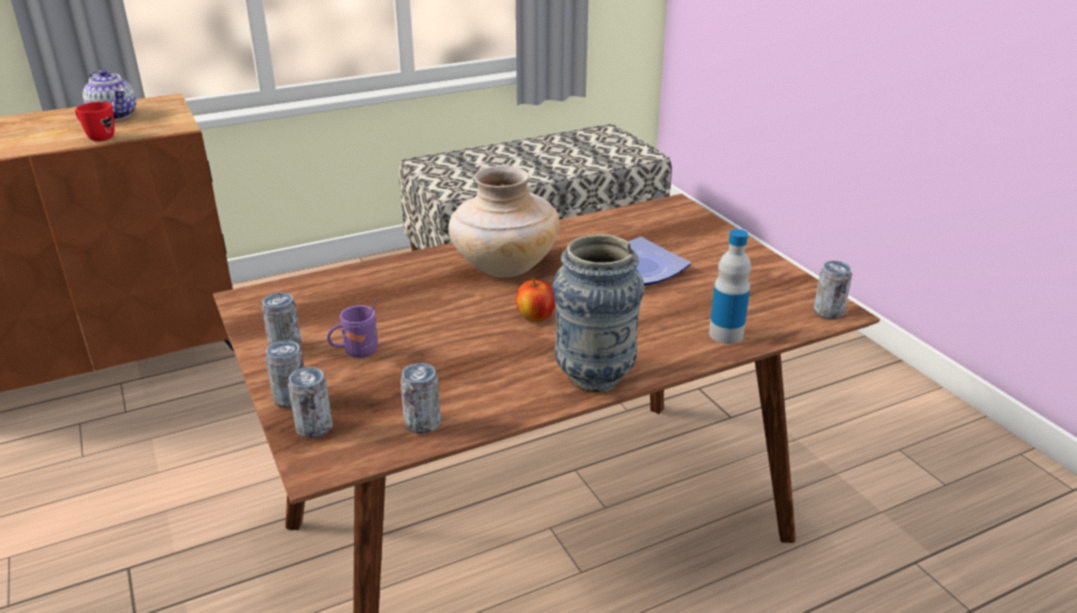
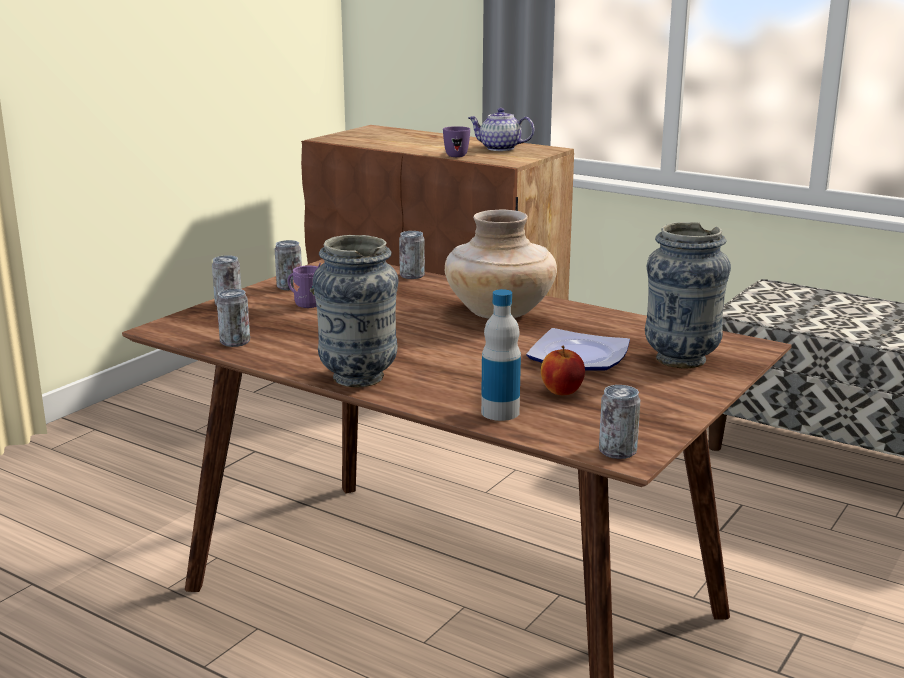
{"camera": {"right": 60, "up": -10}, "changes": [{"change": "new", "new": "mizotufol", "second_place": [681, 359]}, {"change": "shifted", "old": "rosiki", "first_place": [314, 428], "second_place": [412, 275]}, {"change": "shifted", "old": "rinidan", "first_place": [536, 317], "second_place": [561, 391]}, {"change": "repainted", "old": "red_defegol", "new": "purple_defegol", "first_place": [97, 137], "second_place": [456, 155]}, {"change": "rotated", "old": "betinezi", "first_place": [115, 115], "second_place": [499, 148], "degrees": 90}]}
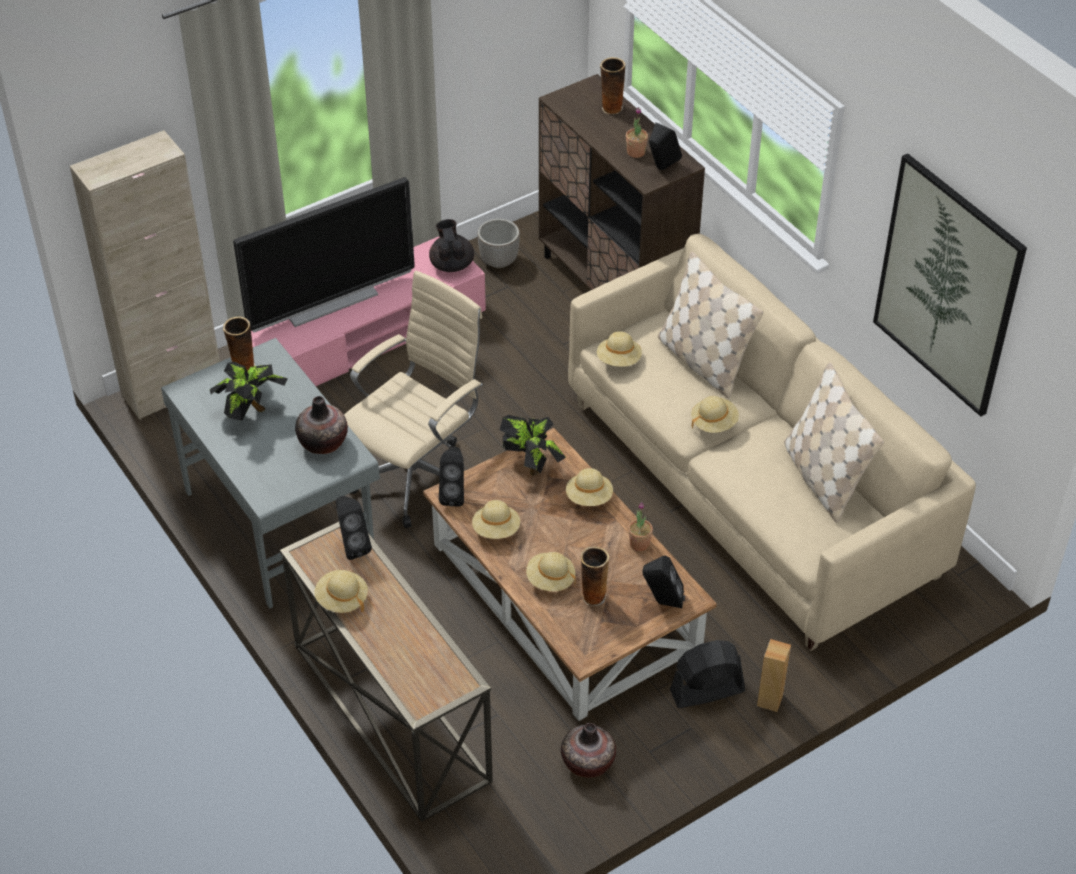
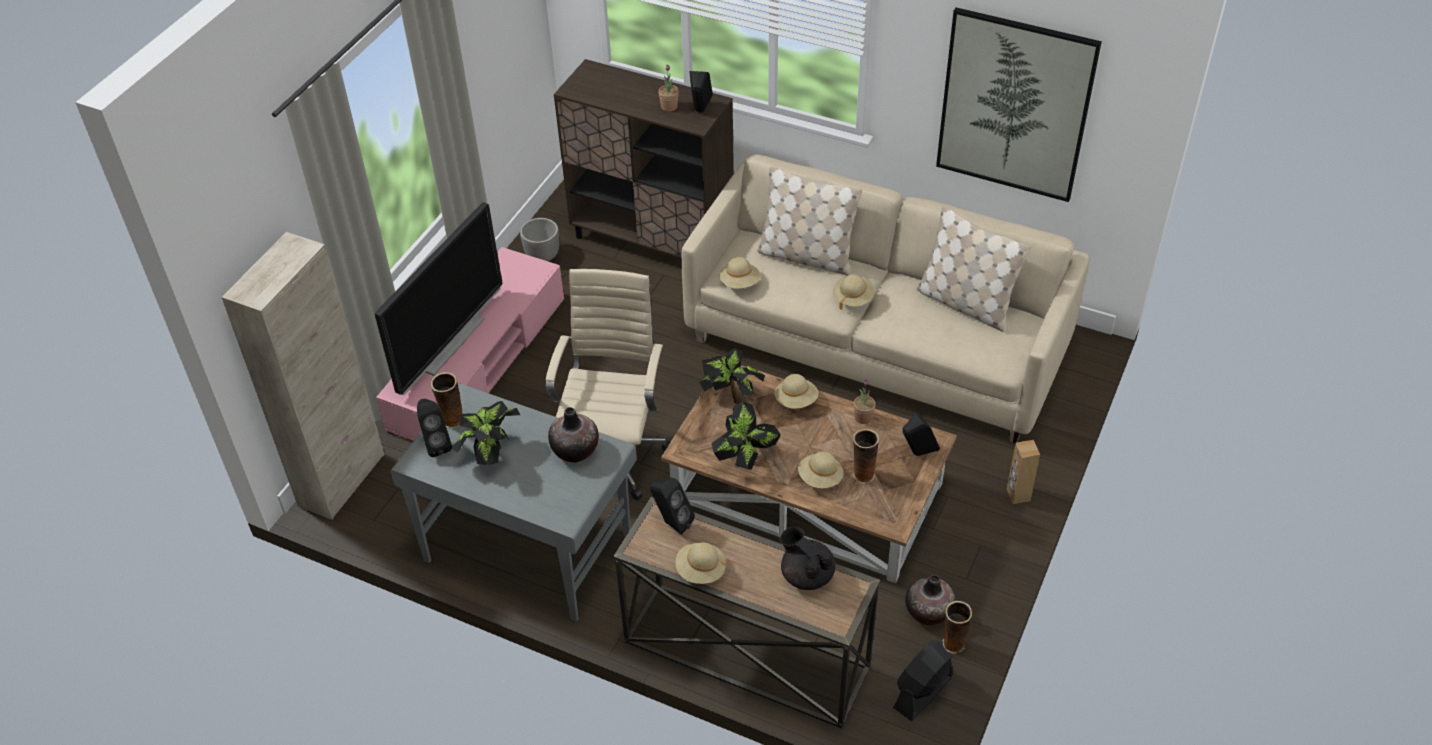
{"camera": {"right": -30, "up": 0}, "changes": [{"change": "shifted", "old": "black_betinezi", "first_place": [451, 264], "second_place": [806, 575]}, {"change": "shifted", "old": "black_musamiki", "first_place": [454, 495], "second_place": [436, 444]}, {"change": "shifted", "old": "mizotufol", "first_place": [611, 108], "second_place": [953, 644]}, {"change": "shifted", "old": "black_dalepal", "first_place": [706, 691], "second_place": [922, 692]}, {"change": "swapped", "old": "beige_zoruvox", "new": "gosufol", "first_place": [496, 530], "second_place": [745, 459]}]}
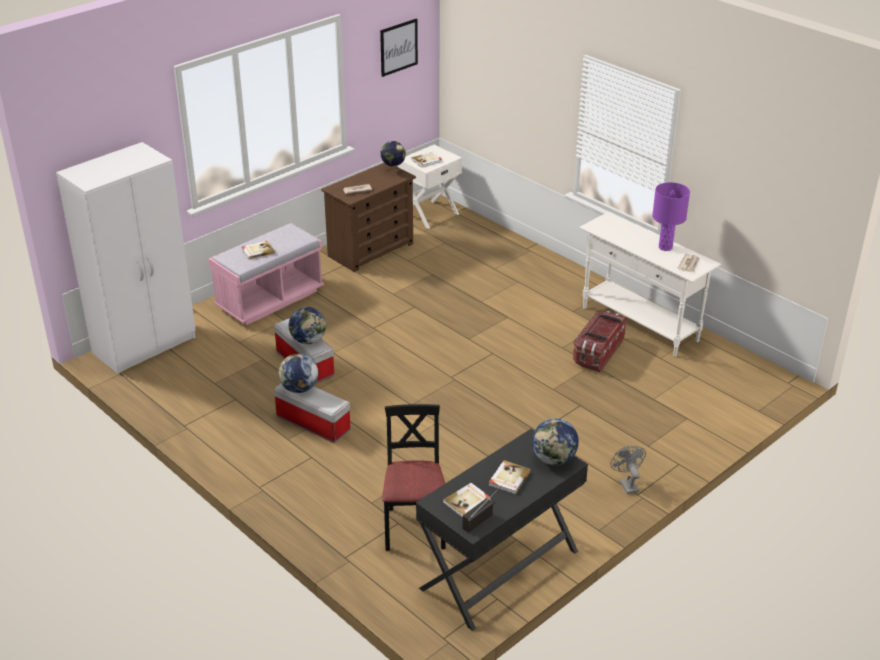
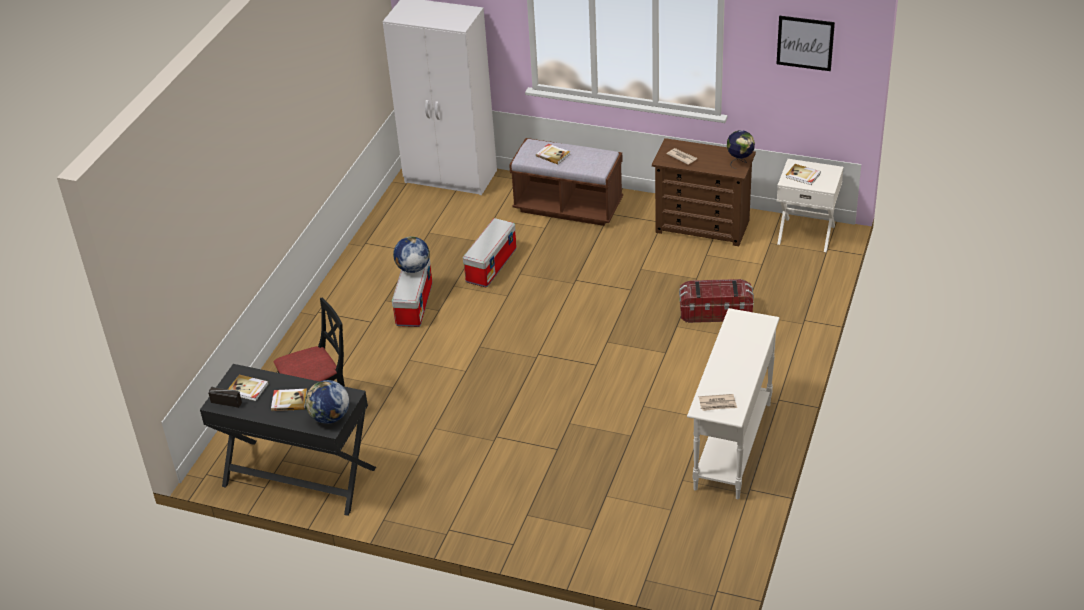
{"camera": {"right": 65, "up": 5}, "changes": [{"change": "gone", "old": "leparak", "first_place": [308, 340]}, {"change": "gone", "old": "grey_dalepal", "first_place": [626, 484]}, {"change": "gone", "old": "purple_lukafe", "first_place": [665, 247]}, {"change": "shifted", "old": "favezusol", "first_place": [598, 352], "second_place": [715, 312]}, {"change": "repainted", "old": "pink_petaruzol", "new": "brown_petaruzol", "first_place": [270, 300], "second_place": [568, 207]}]}
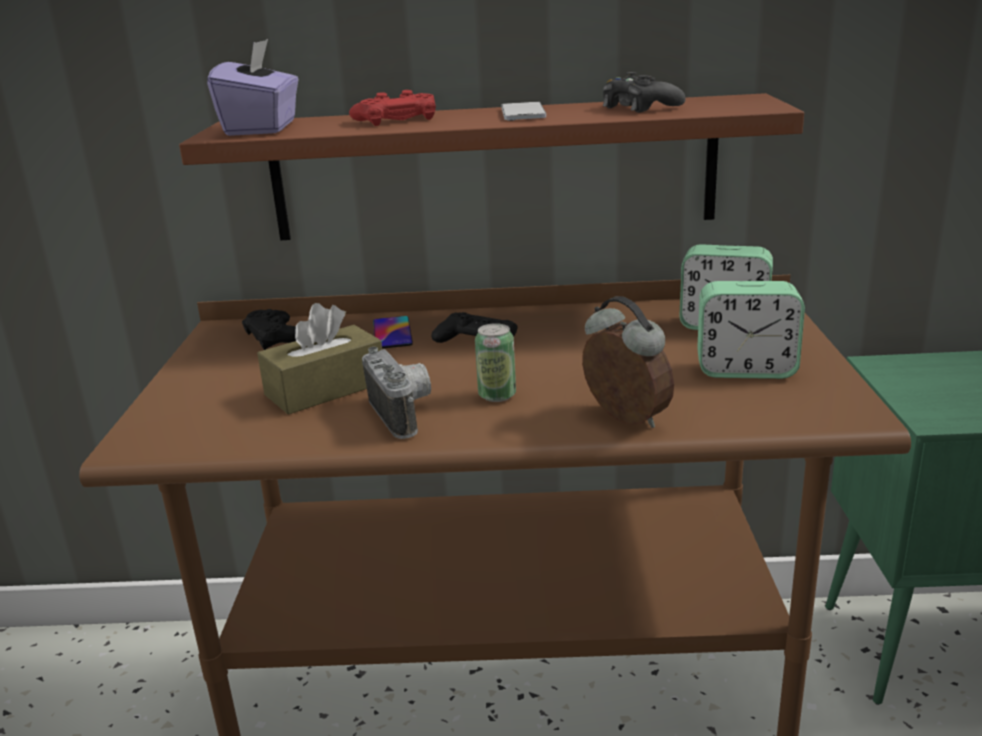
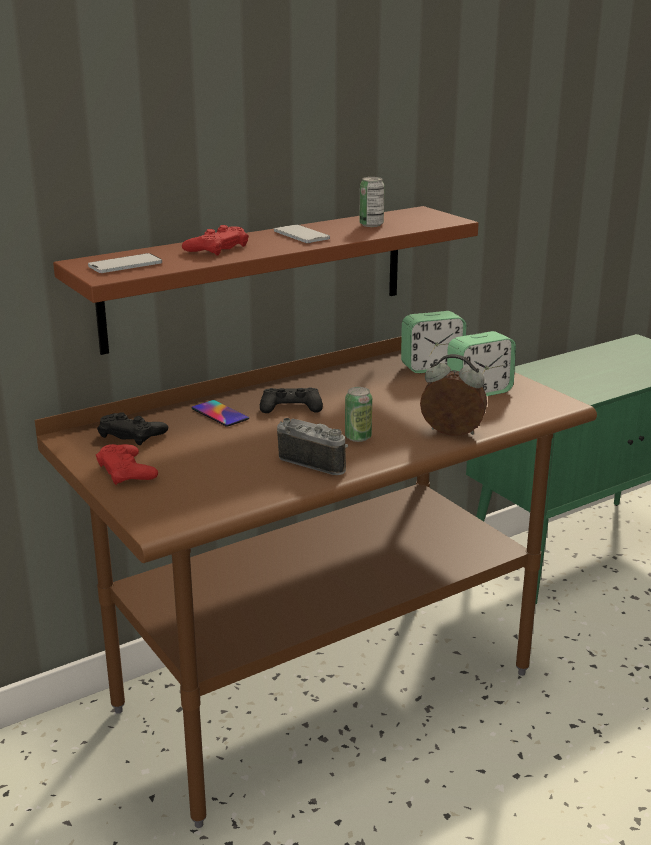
{"camera": {"right": -35, "up": 0}, "changes": [{"change": "gone", "old": "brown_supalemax", "first_place": [325, 389]}, {"change": "new", "new": "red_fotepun", "second_place": [126, 471]}, {"change": "swapped", "old": "purple_supalemax", "new": "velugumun", "first_place": [263, 128], "second_place": [125, 265]}, {"change": "swapped", "old": "black_fotepun", "new": "rosiki", "first_place": [639, 107], "second_place": [371, 225]}]}
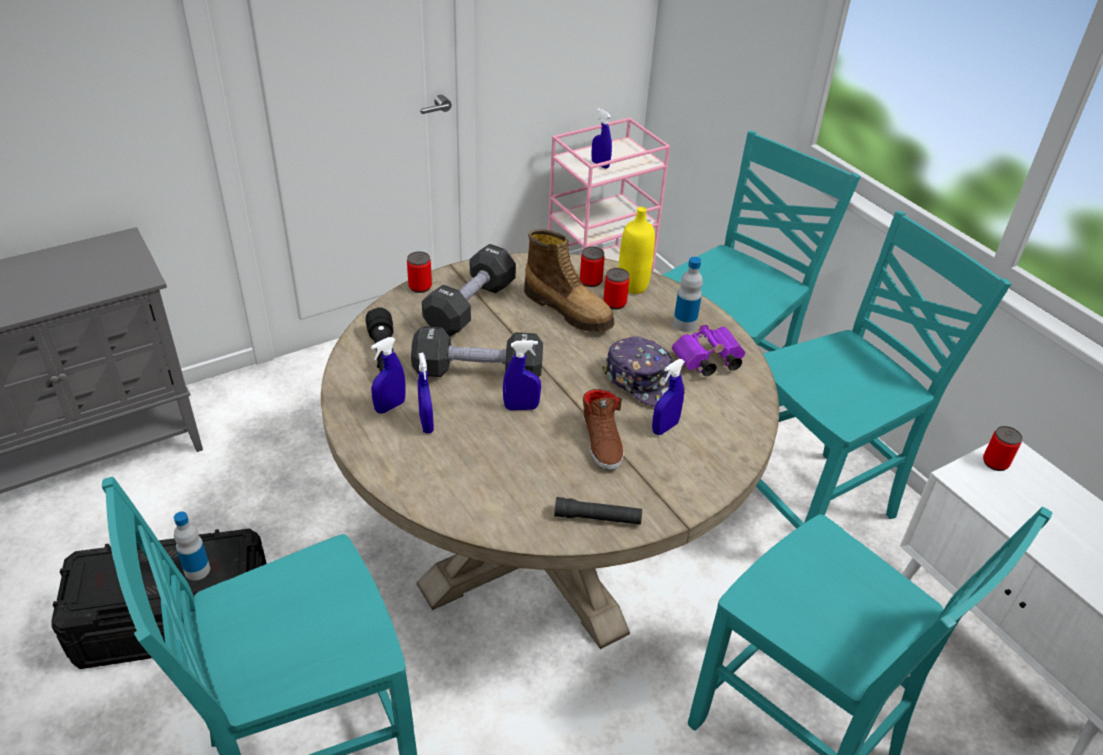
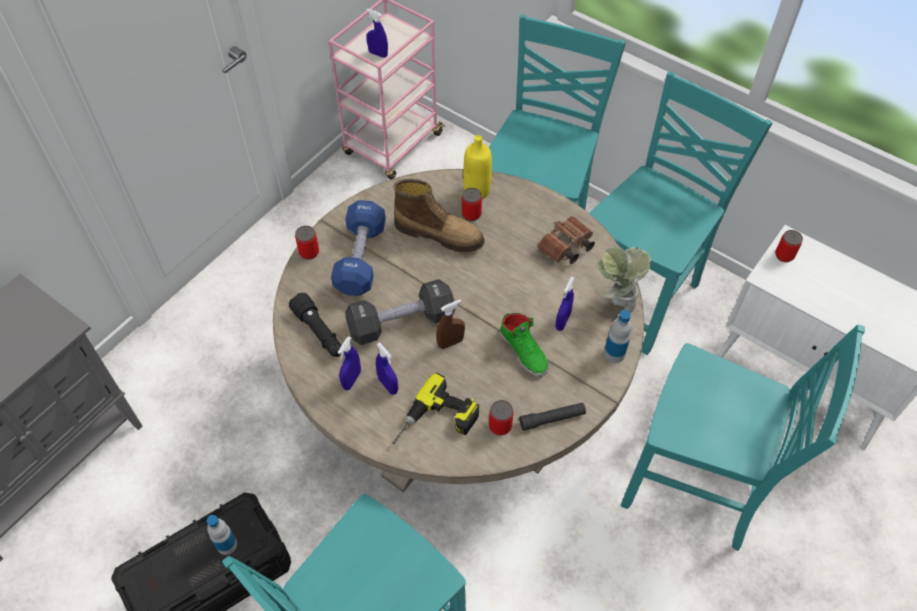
{"camera": {"right": -20, "up": 15}, "changes": [{"change": "gone", "old": "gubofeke", "first_place": [643, 381]}, {"change": "new", "new": "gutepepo", "second_place": [436, 424]}, {"change": "new", "new": "gosufol", "second_place": [616, 302]}, {"change": "shifted", "old": "rosiki", "first_place": [590, 281], "second_place": [500, 426]}, {"change": "shifted", "old": "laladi", "first_place": [684, 324], "second_place": [614, 353]}, {"change": "repainted", "old": "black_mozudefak", "new": "blue_mozudefak", "first_place": [470, 306], "second_place": [360, 258]}, {"change": "repainted", "old": "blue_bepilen", "new": "brown_bepilen", "first_place": [521, 407], "second_place": [450, 342]}, {"change": "repainted", "old": "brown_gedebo", "new": "green_gedebo", "first_place": [602, 441], "second_place": [524, 351]}, {"change": "repainted", "old": "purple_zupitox", "new": "brown_zupitox", "first_place": [706, 362], "second_place": [565, 248]}]}
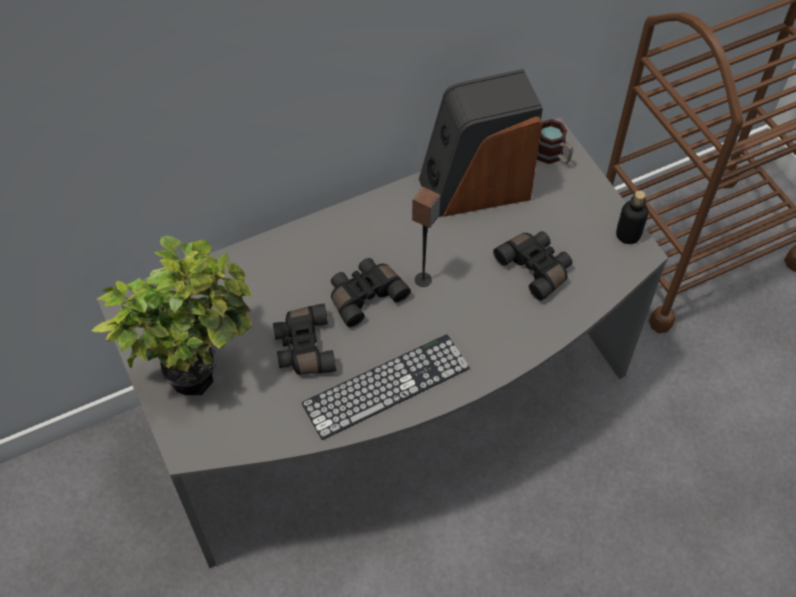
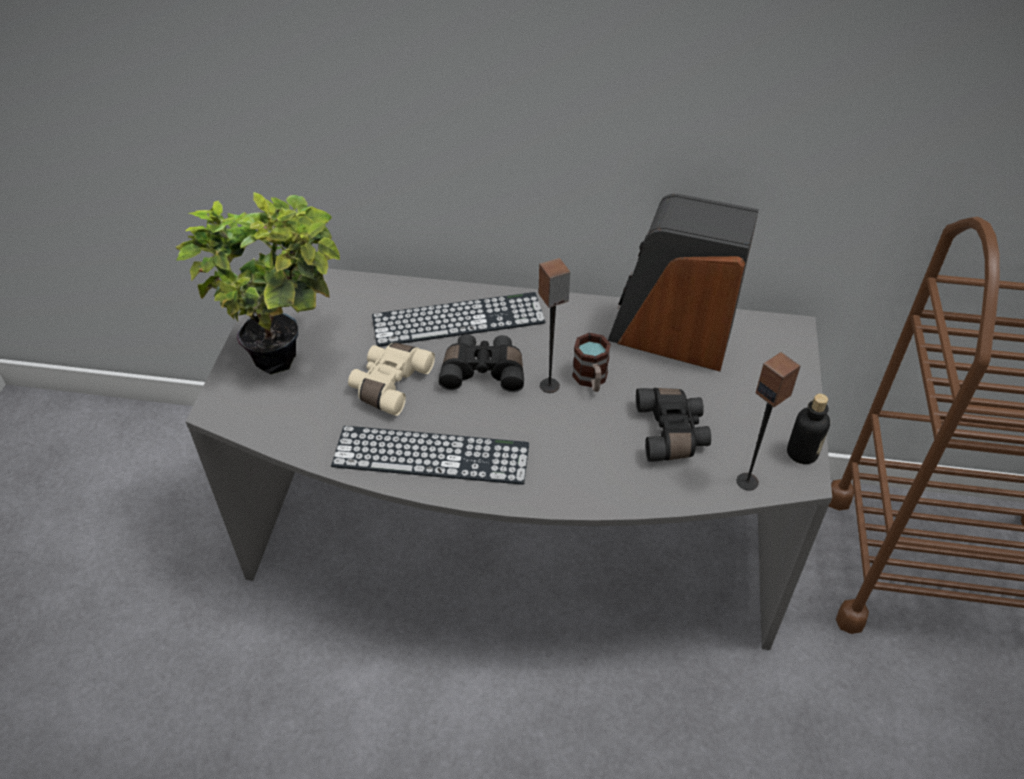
{"camera": {"right": 35, "up": -10}, "changes": [{"change": "new", "new": "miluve", "second_place": [458, 319]}, {"change": "new", "new": "musamiki", "second_place": [747, 481]}, {"change": "shifted", "old": "defegol", "first_place": [553, 156], "second_place": [591, 380]}, {"change": "repainted", "old": "black_zupitox", "new": "beige_zupitox", "first_place": [303, 347], "second_place": [389, 384]}]}
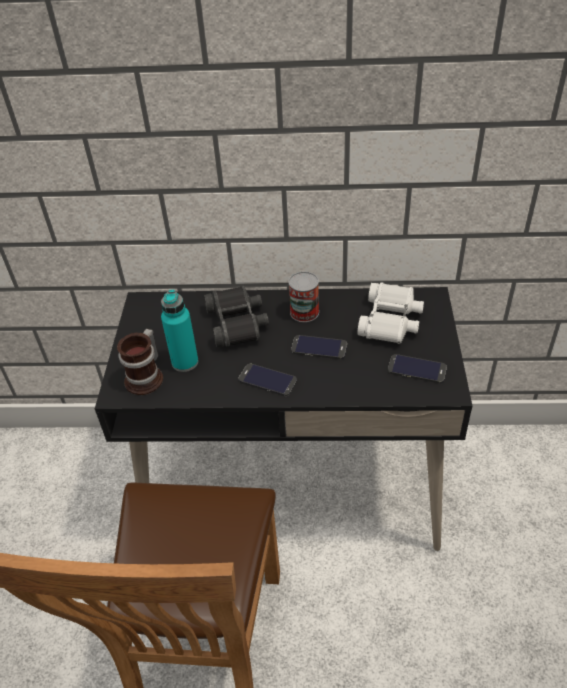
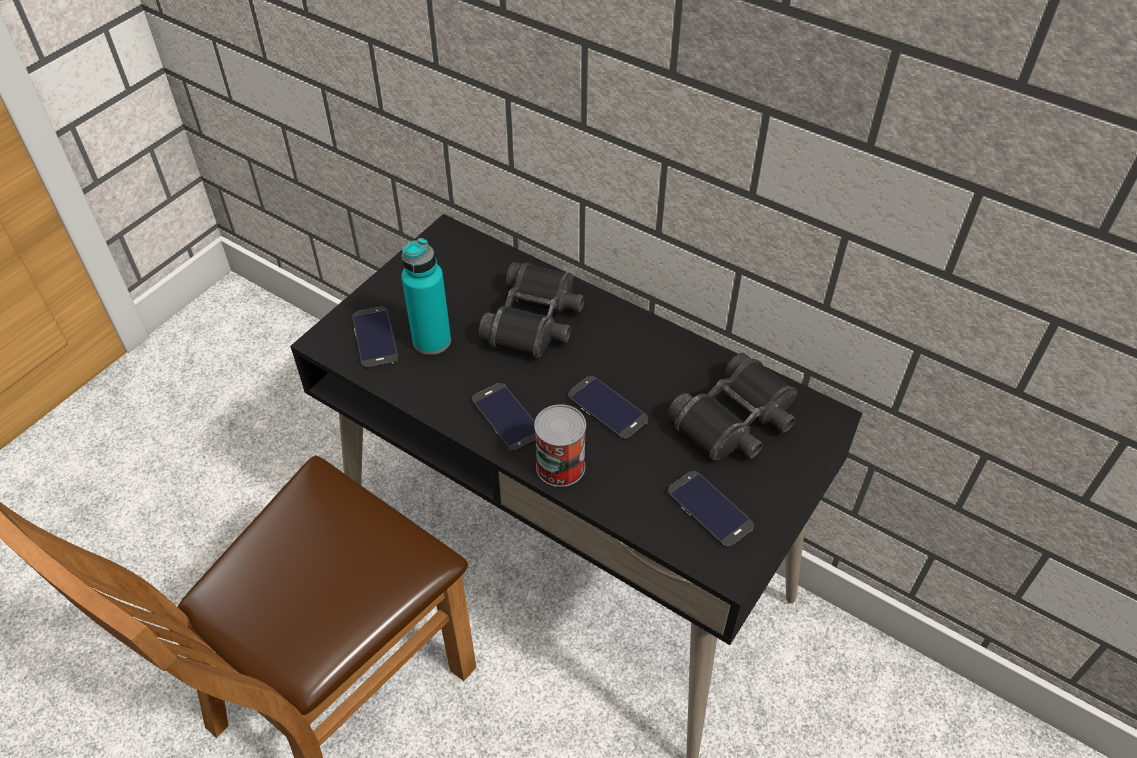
{"camera": {"right": 30, "up": 5}, "changes": [{"change": "shifted", "old": "rosiki", "first_place": [304, 312], "second_place": [560, 466]}, {"change": "swapped", "old": "defegol", "new": "velugumun", "first_place": [147, 377], "second_place": [375, 338]}, {"change": "repainted", "old": "white_zupitox", "new": "black_zupitox", "first_place": [391, 320], "second_place": [736, 421]}]}
